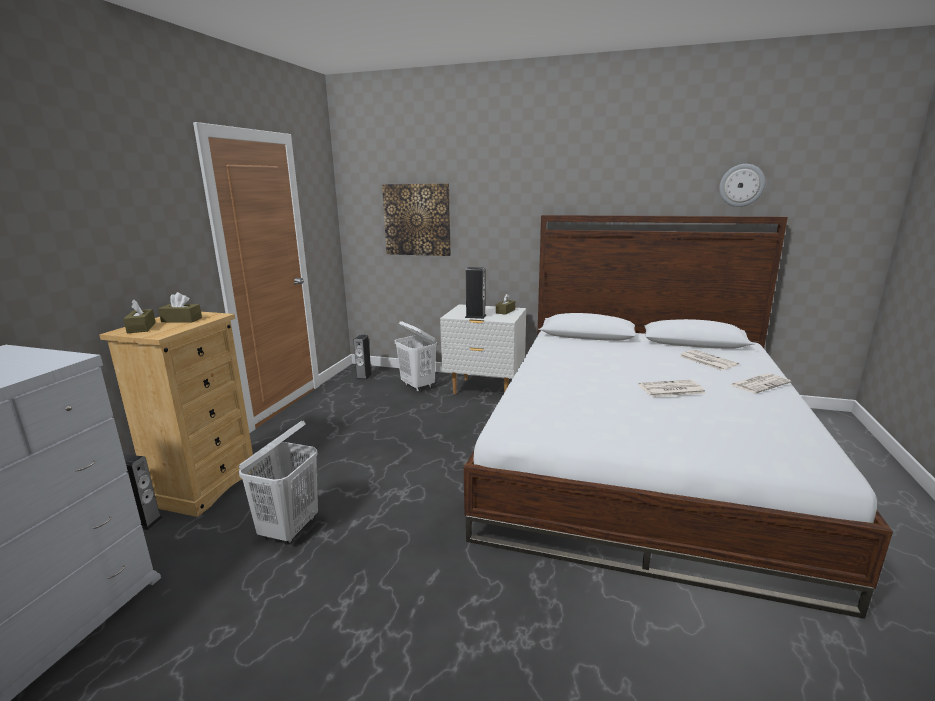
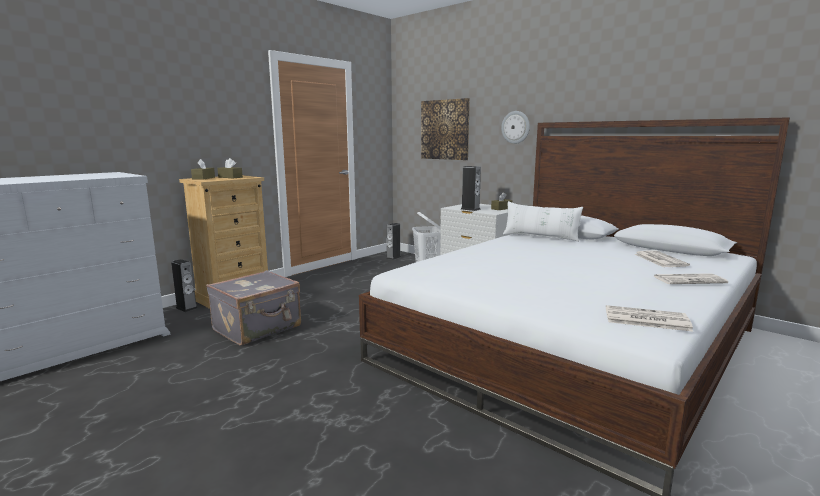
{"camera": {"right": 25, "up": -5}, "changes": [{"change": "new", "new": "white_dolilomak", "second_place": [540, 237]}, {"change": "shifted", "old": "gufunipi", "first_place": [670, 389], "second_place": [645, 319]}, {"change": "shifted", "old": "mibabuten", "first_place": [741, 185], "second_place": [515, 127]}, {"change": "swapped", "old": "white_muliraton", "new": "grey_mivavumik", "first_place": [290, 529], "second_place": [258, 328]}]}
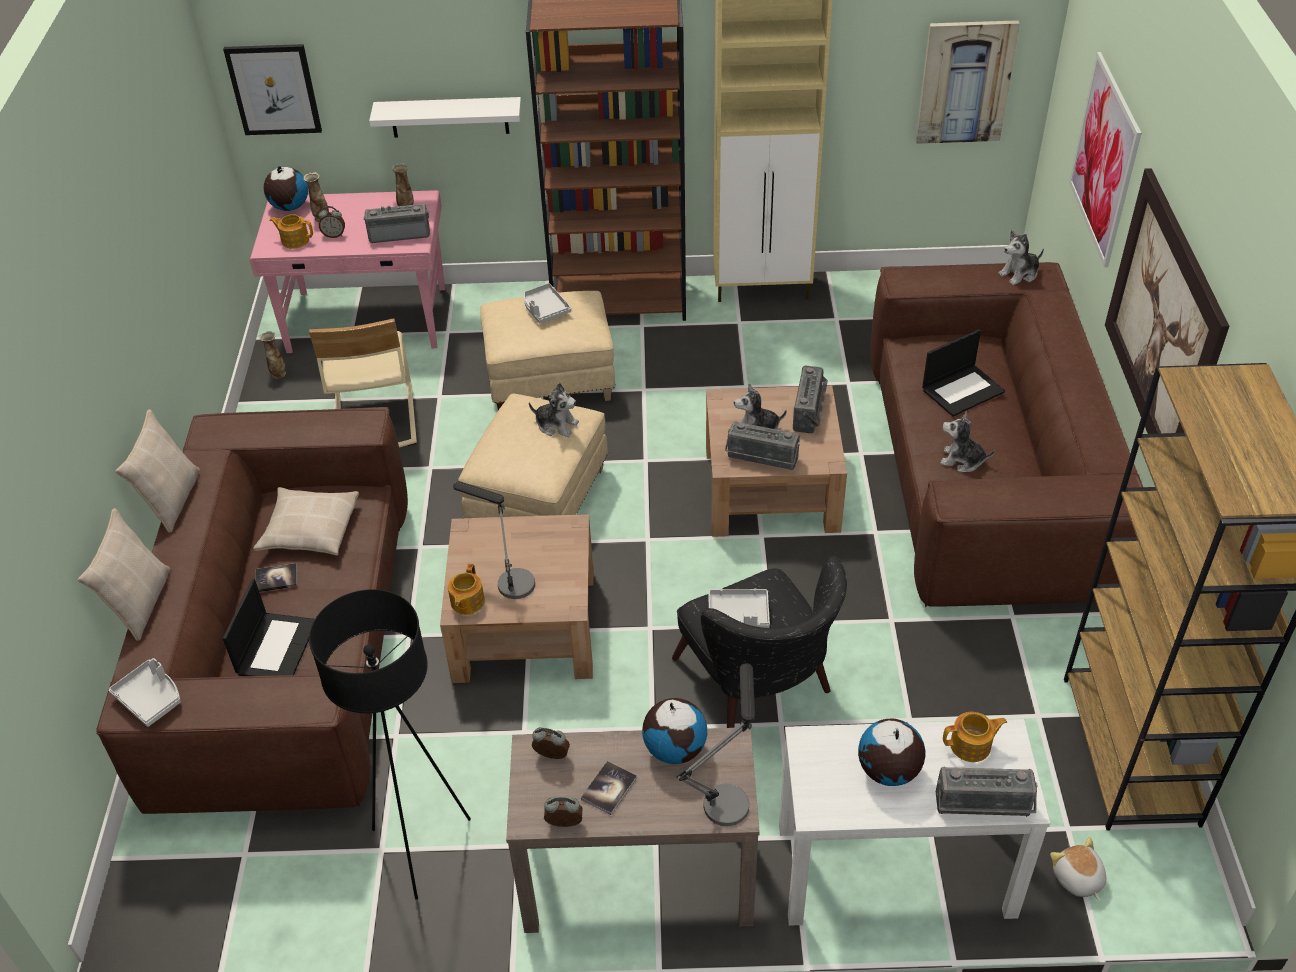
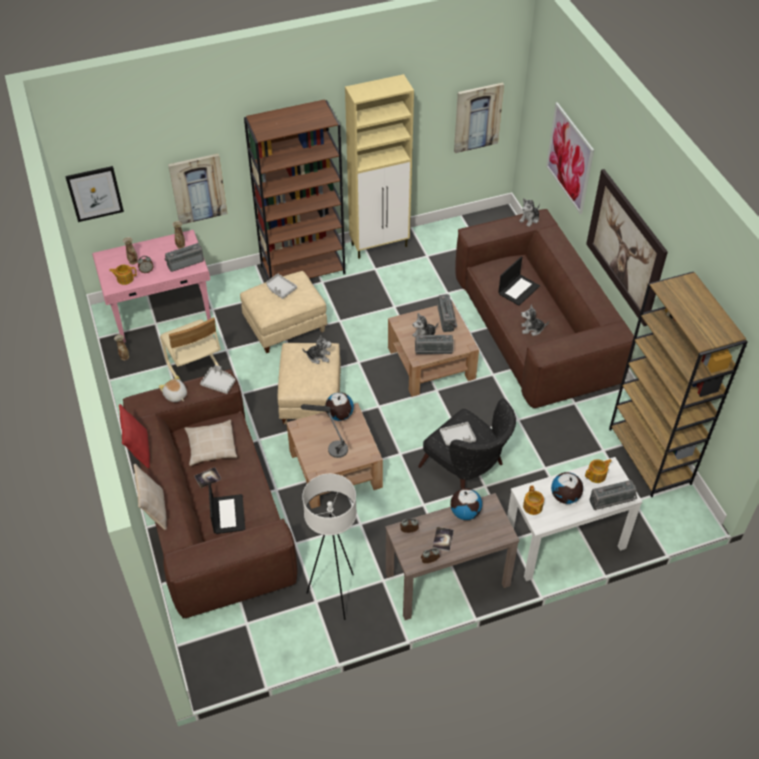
{"camera": {"right": -20, "up": 5}, "changes": [{"change": "gone", "old": "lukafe", "first_place": [728, 793]}, {"change": "shifted", "old": "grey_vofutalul", "first_place": [151, 698], "second_place": [219, 383]}, {"change": "shifted", "old": "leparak", "first_place": [289, 207], "second_place": [339, 415]}, {"change": "shifted", "old": "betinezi", "first_place": [467, 602], "second_place": [532, 507]}, {"change": "shifted", "old": "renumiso", "first_place": [1077, 879], "second_place": [175, 395]}, {"change": "swapped", "old": "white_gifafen", "new": "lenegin", "first_place": [449, 117], "second_place": [198, 188]}, {"change": "repainted", "old": "beige_dolilomak", "new": "red_dolilomak", "first_place": [171, 500], "second_place": [138, 450]}, {"change": "repainted", "old": "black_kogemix", "new": "white_kogemix", "first_place": [421, 848], "second_place": [335, 595]}]}
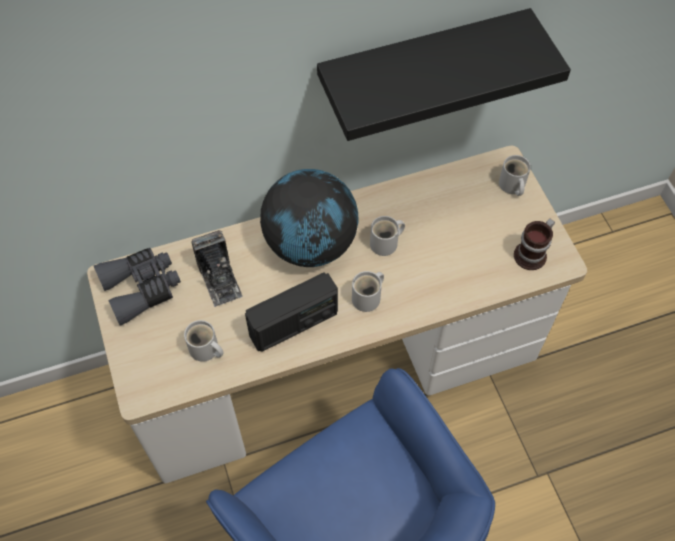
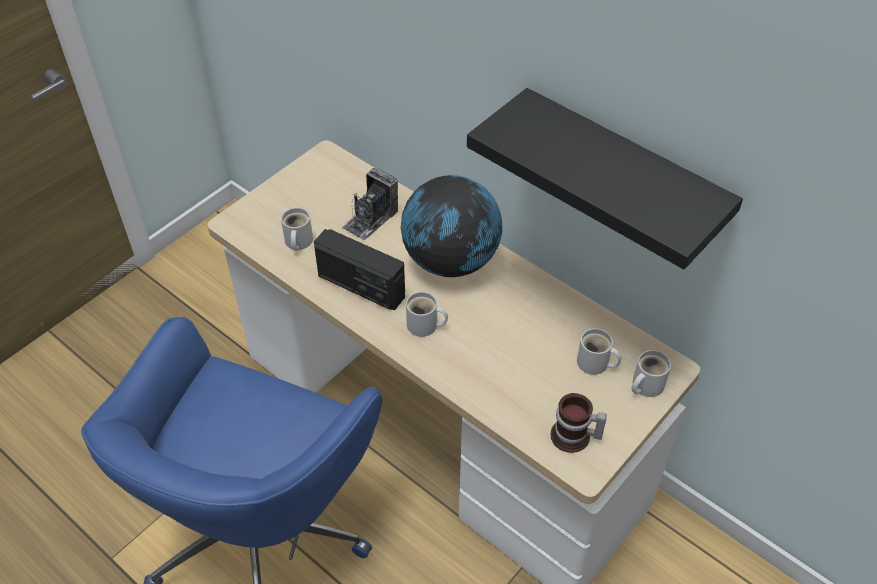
{"camera": {"right": 60, "up": -10}, "changes": [{"change": "gone", "old": "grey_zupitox", "first_place": [141, 288]}, {"change": "shifted", "old": "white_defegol", "first_place": [386, 243], "second_place": [595, 364]}]}
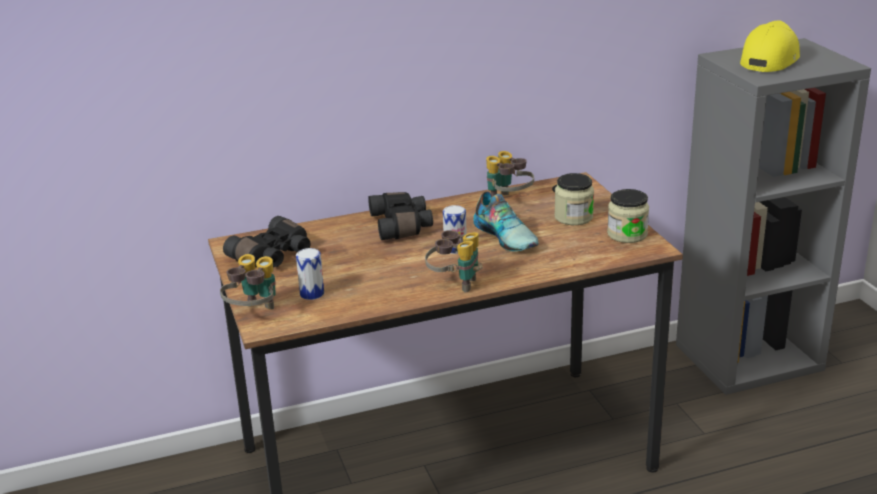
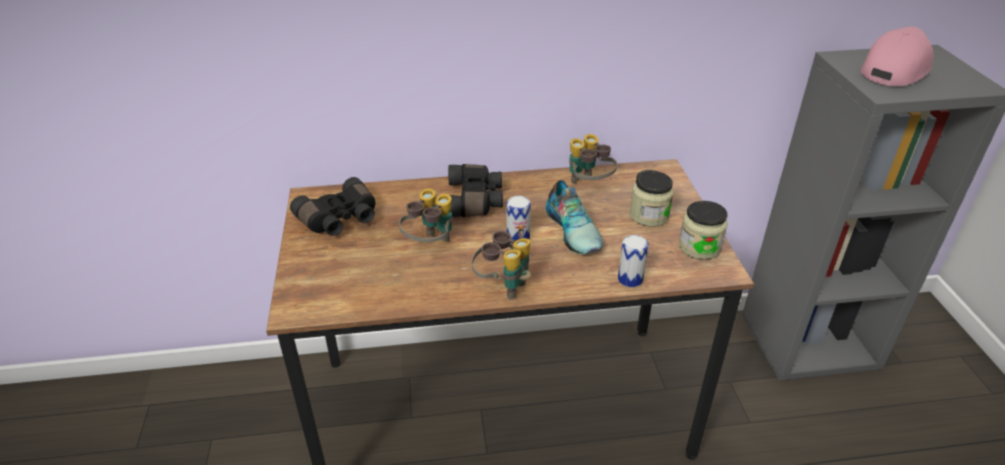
{"camera": {"right": 10, "up": 10}, "changes": [{"change": "shifted", "old": "zupitox", "first_place": [254, 314], "second_place": [430, 245]}, {"change": "shifted", "old": "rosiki", "first_place": [312, 293], "second_place": [630, 279]}, {"change": "repainted", "old": "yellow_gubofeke", "new": "pink_gubofeke", "first_place": [769, 60], "second_place": [894, 69]}]}
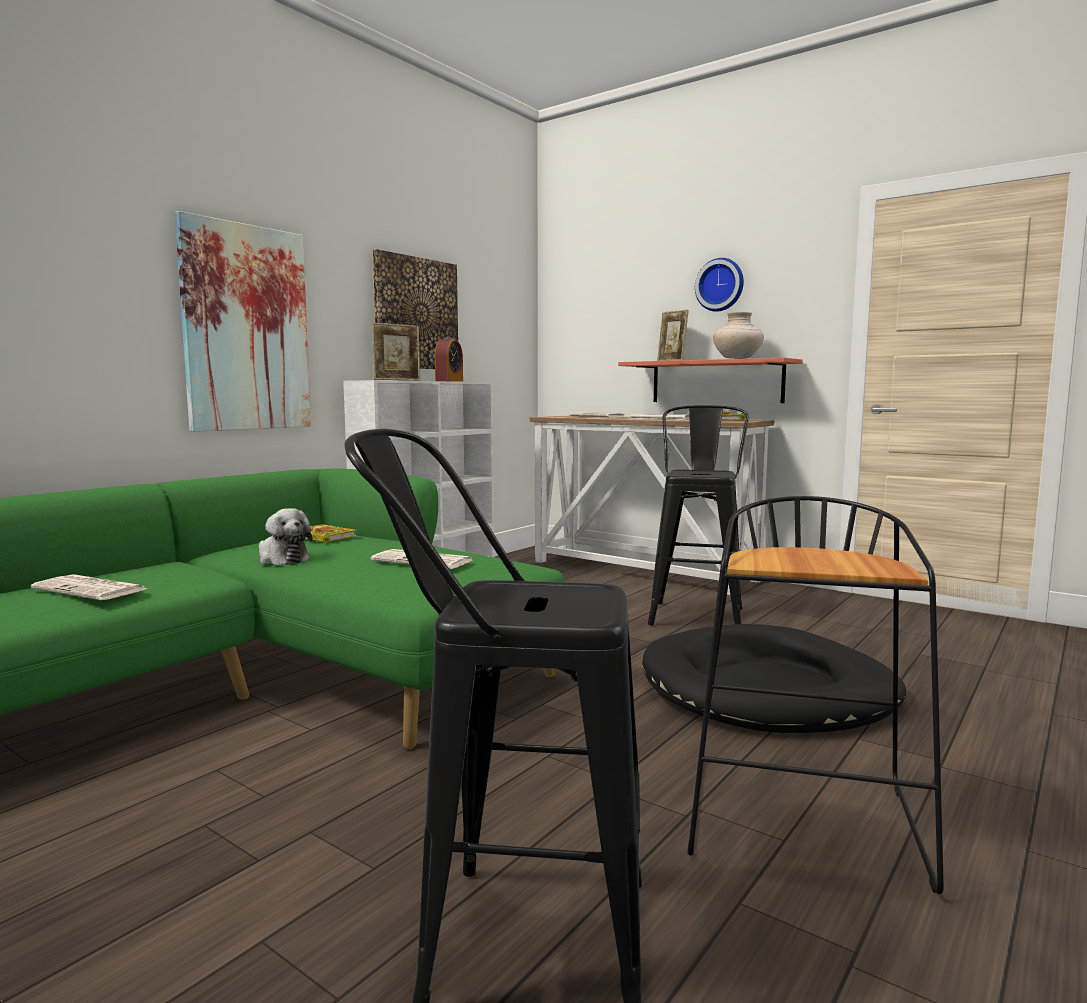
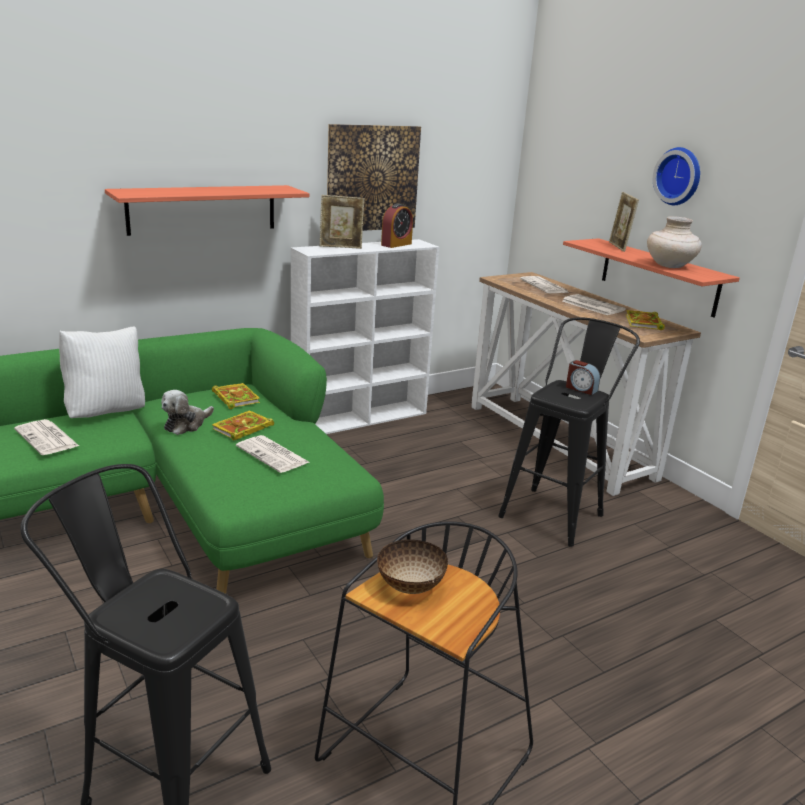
{"camera": {"right": 20, "up": 15}, "changes": [{"change": "gone", "old": "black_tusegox", "first_place": [768, 689]}, {"change": "new", "new": "white_dolilomak", "second_place": [106, 412]}, {"change": "new", "new": "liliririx", "second_place": [242, 429]}, {"change": "new", "new": "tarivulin", "second_place": [409, 586]}, {"change": "new", "new": "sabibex", "second_place": [581, 389]}, {"change": "swapped", "old": "lenegin", "new": "gifafen", "first_place": [246, 328], "second_place": [202, 209]}, {"change": "rotated", "old": "renumiso", "first_place": [282, 559], "second_place": [186, 424], "degrees": 60}]}
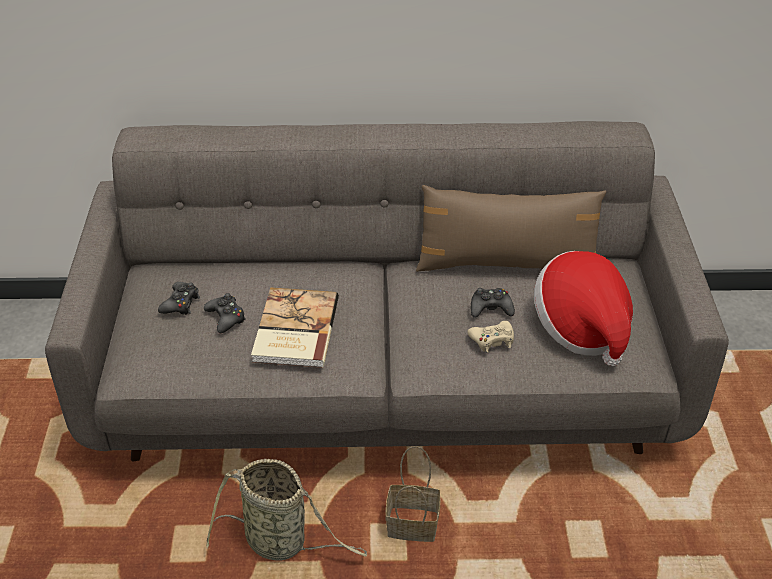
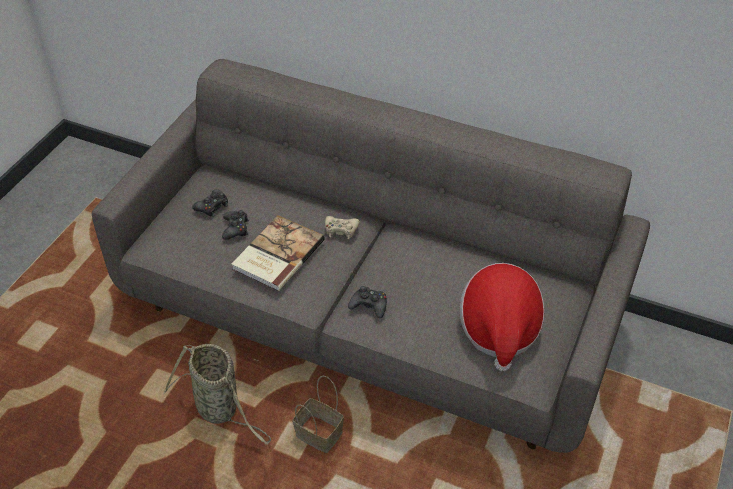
{"camera": {"right": 25, "up": 5}, "changes": [{"change": "gone", "old": "brown_dolilomak", "first_place": [506, 265]}, {"change": "shifted", "old": "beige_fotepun", "first_place": [492, 340], "second_place": [341, 230]}, {"change": "shifted", "old": "black_fotepun", "first_place": [490, 308], "second_place": [369, 305]}]}
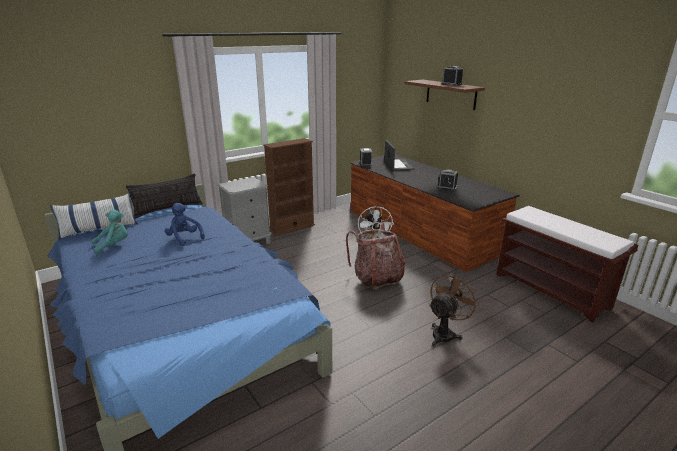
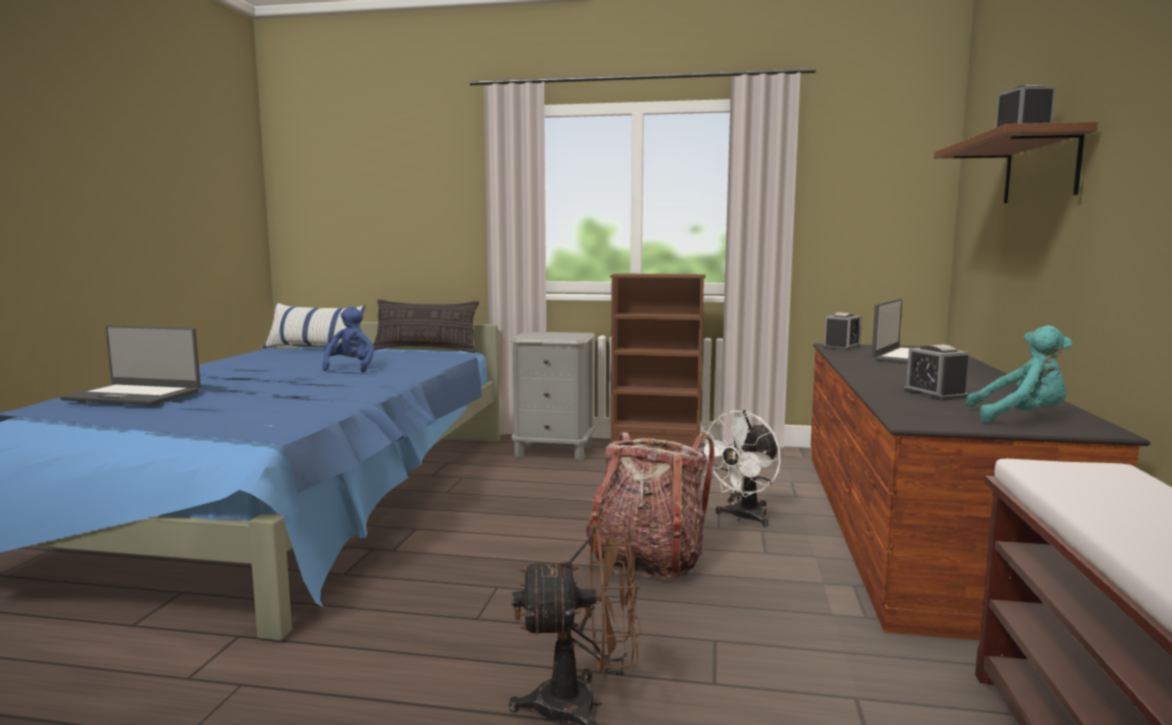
{"camera": {"right": 45, "up": -15}, "changes": [{"change": "new", "new": "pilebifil", "second_place": [134, 395]}, {"change": "shifted", "old": "turquoise_renumiso", "first_place": [114, 245], "second_place": [1020, 418]}]}
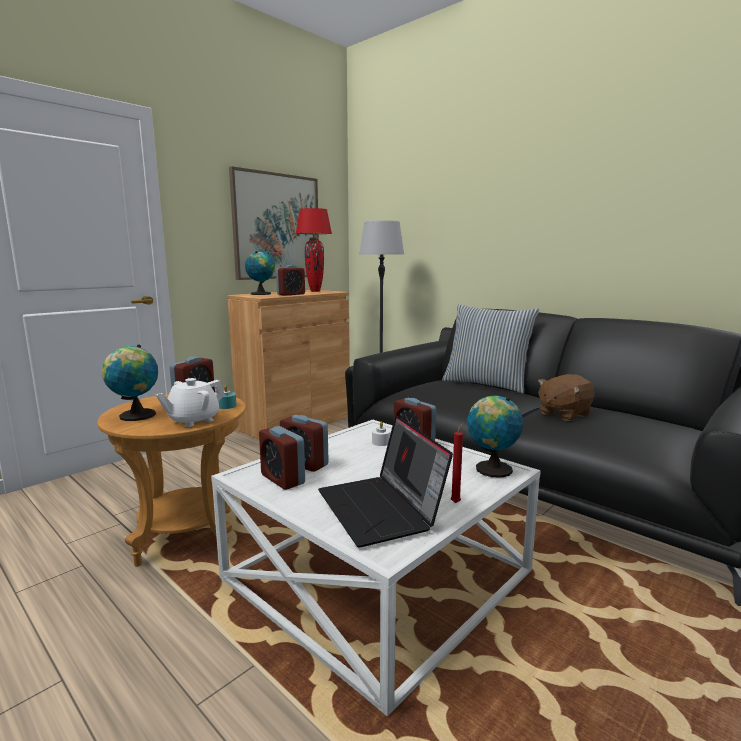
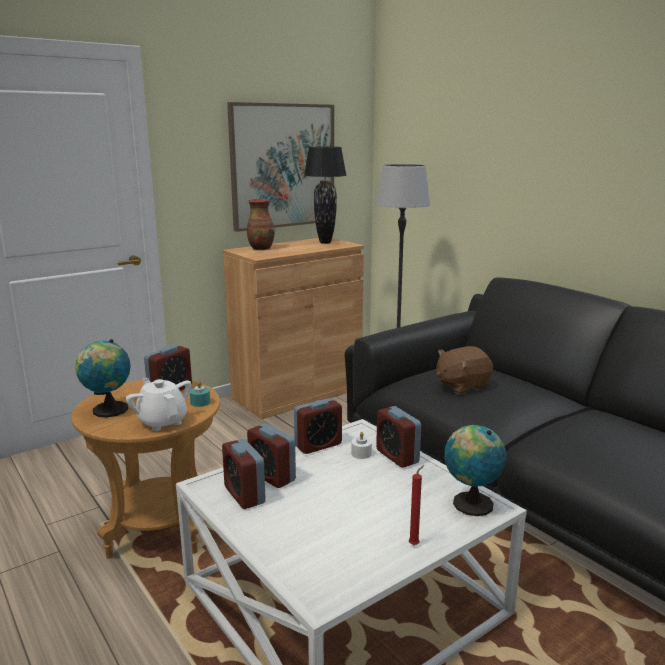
{"camera": {"right": 10, "up": 5}, "changes": [{"change": "gone", "old": "pilebifil", "first_place": [381, 509]}, {"change": "gone", "old": "dolilomak", "first_place": [486, 384]}, {"change": "shifted", "old": "sabibex", "first_place": [291, 294], "second_place": [318, 445]}, {"change": "shifted", "old": "brown_renumiso", "first_place": [563, 414], "second_place": [461, 386]}, {"change": "swapped", "old": "leparak", "new": "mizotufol", "first_place": [261, 294], "second_place": [261, 248]}, {"change": "repainted", "old": "red_lukafe", "new": "black_lukafe", "first_place": [315, 291], "second_place": [325, 242]}, {"change": "rotated", "old": "white_betinezi", "first_place": [193, 420], "second_place": [162, 421], "degrees": 90}]}
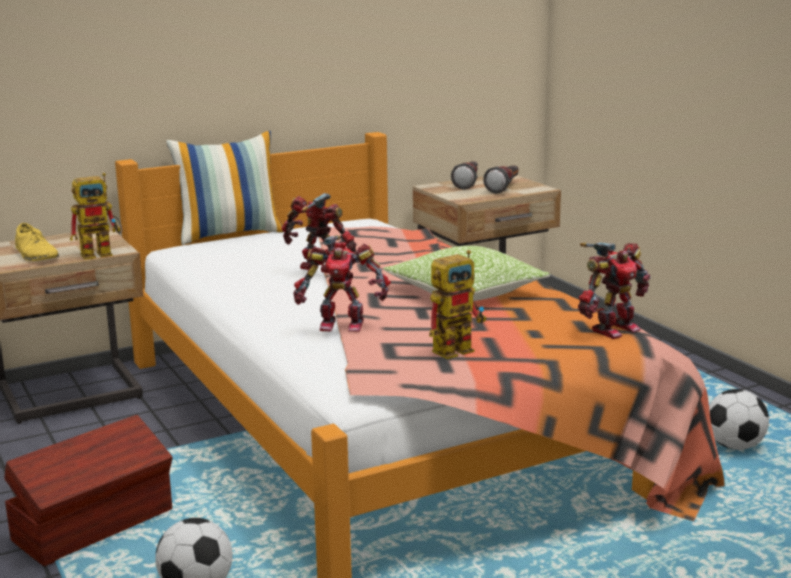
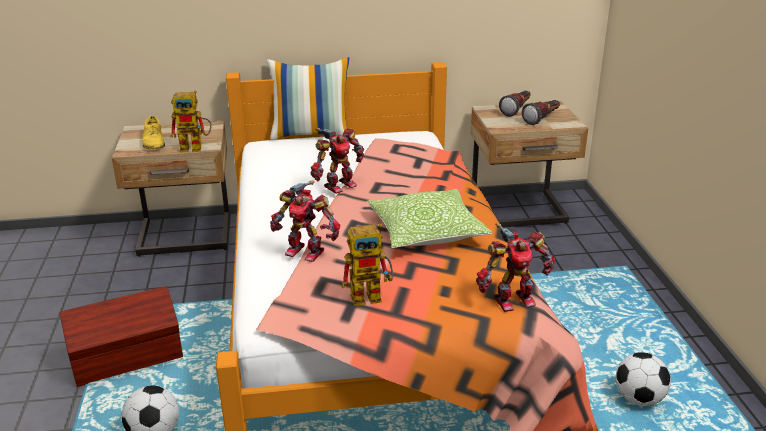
{"camera": {"right": 20, "up": 10}, "changes": [{"change": "rotated", "old": "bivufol", "first_place": [319, 268], "second_place": [338, 185], "degrees": 90}]}
